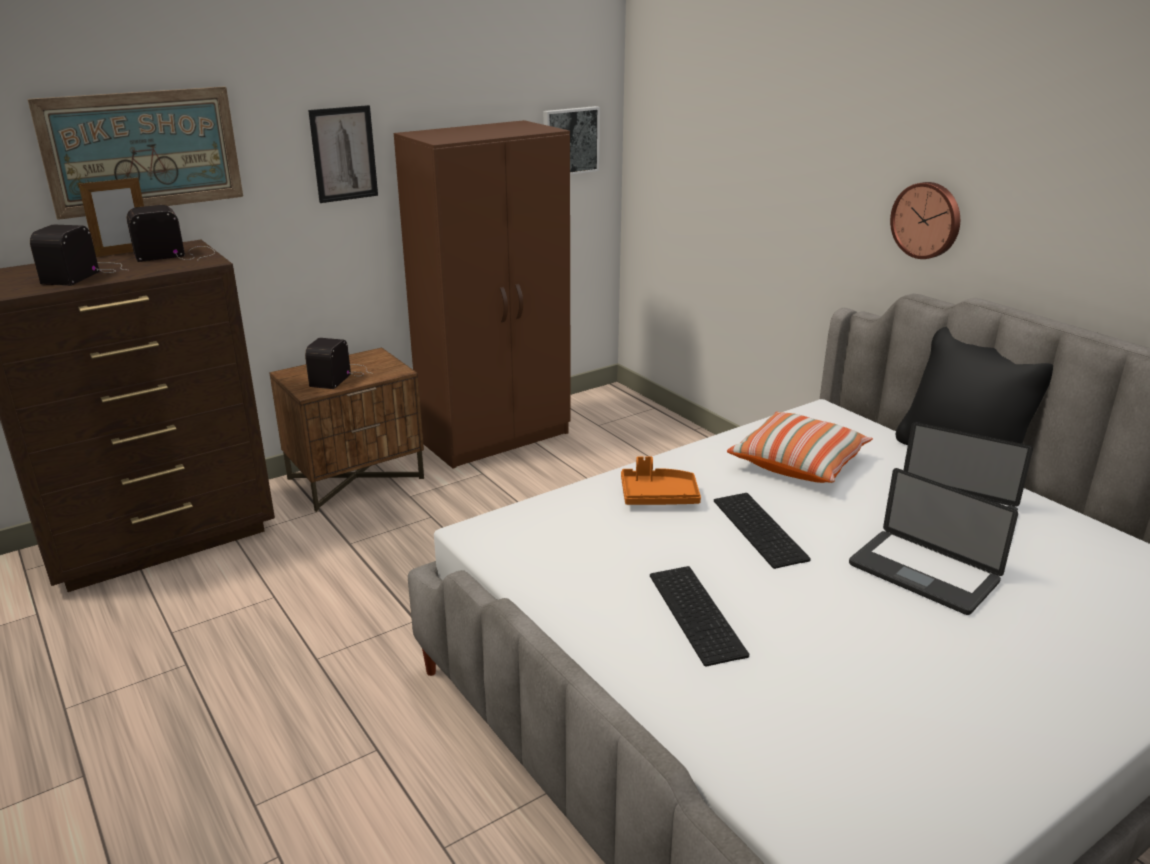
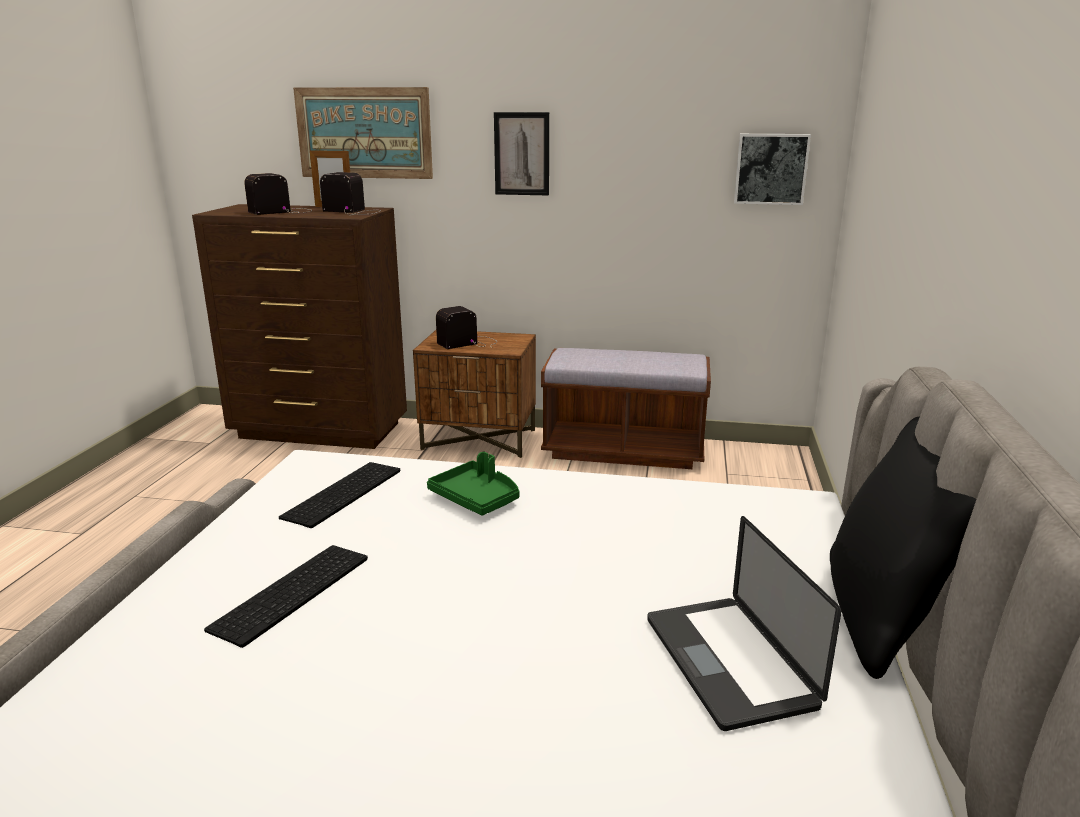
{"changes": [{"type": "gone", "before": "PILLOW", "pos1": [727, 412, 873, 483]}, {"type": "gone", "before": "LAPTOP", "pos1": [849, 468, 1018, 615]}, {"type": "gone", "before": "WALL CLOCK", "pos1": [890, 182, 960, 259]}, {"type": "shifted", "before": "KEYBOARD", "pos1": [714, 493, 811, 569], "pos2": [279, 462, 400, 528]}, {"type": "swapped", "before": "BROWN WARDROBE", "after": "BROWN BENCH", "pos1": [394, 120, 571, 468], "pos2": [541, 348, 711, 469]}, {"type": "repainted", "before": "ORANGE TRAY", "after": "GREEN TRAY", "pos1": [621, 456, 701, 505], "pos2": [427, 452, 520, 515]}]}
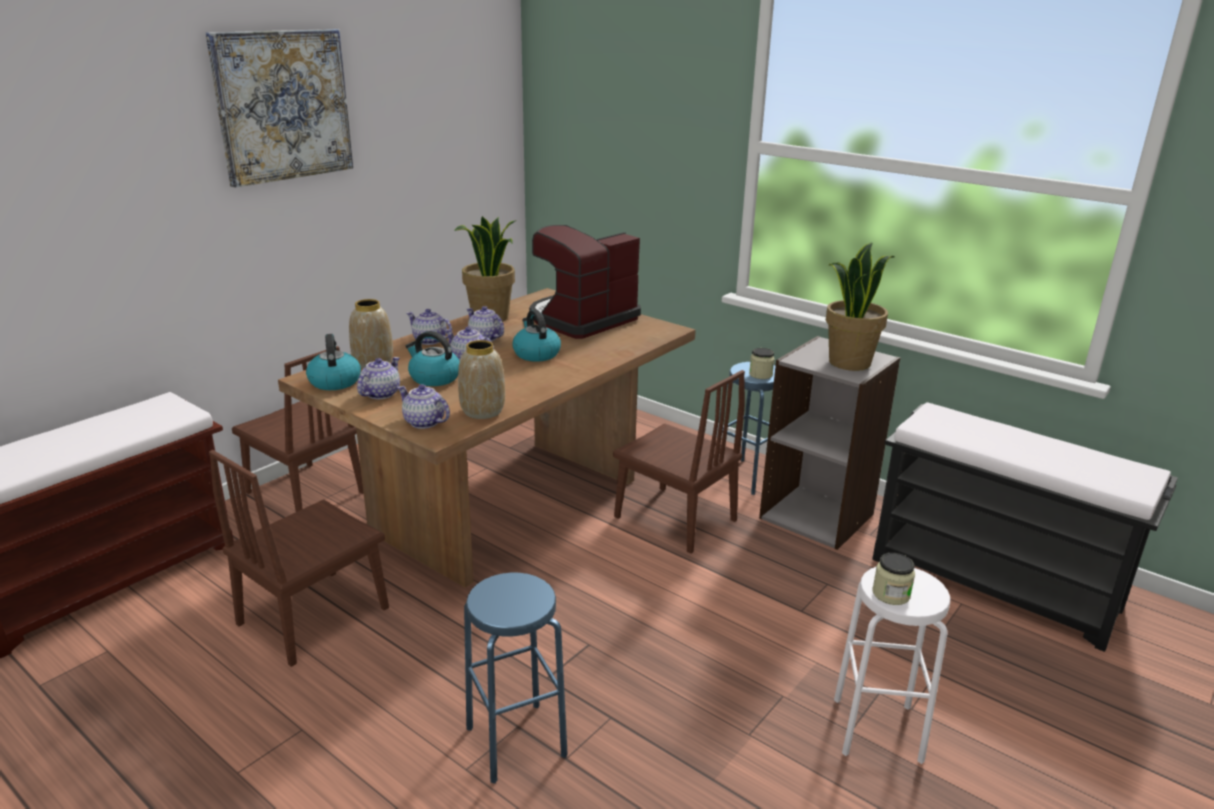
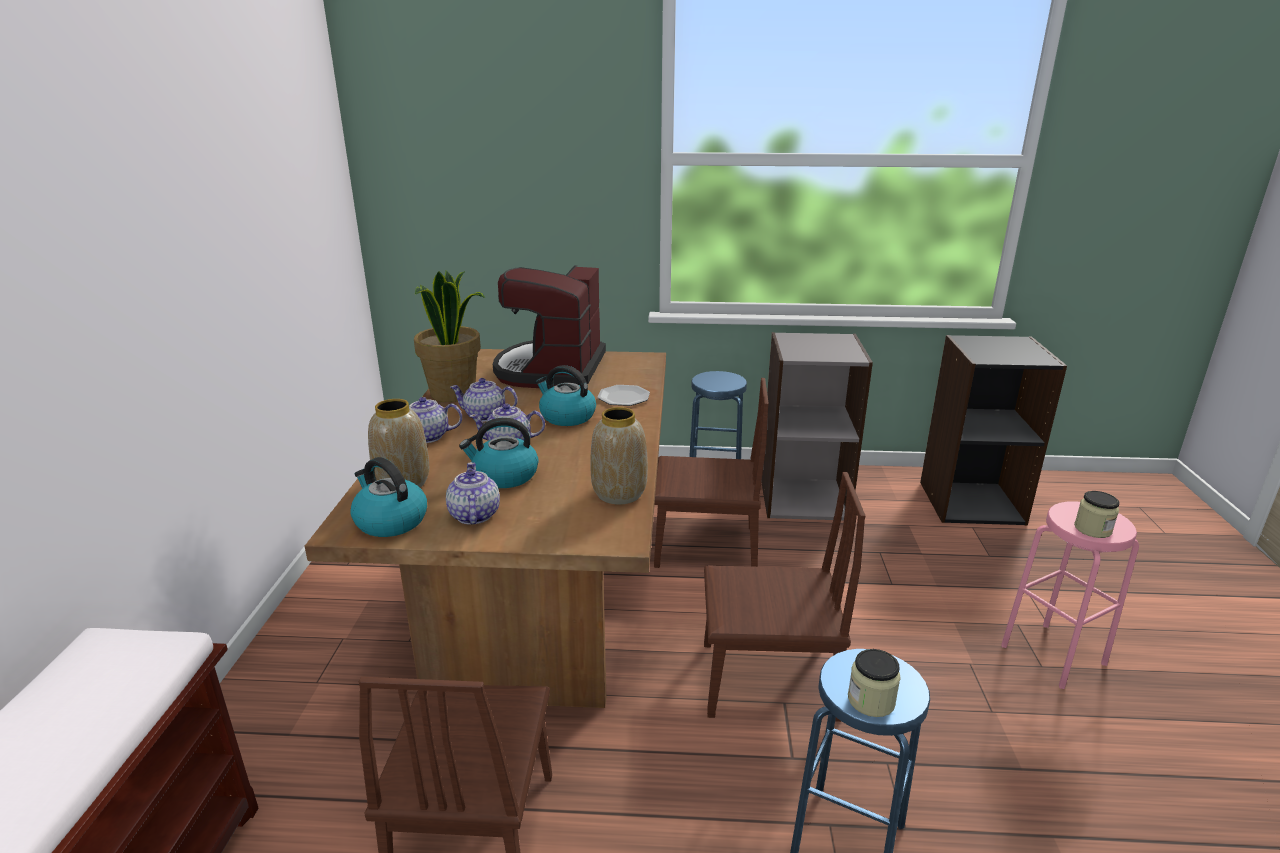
{"changes": [{"type": "gone", "before": "PICTURE", "pos1": [206, 29, 353, 188]}, {"type": "gone", "before": "TEAPOT", "pos1": [397, 384, 450, 429]}, {"type": "gone", "before": "POTTED PLANT", "pos1": [826, 242, 894, 371]}, {"type": "new", "after": "PLATE", "pos2": [597, 385, 650, 406]}, {"type": "shifted", "before": "BROWN CHAIR", "pos1": [232, 346, 364, 512], "pos2": [704, 472, 866, 722]}, {"type": "shifted", "before": "JAR", "pos1": [749, 348, 775, 379], "pos2": [848, 649, 901, 717]}, {"type": "swapped", "before": "BLACK BENCH", "after": "BLACK BOOKCASE", "pos1": [872, 402, 1178, 652], "pos2": [920, 335, 1067, 525]}, {"type": "repainted", "before": "WHITE STOOL", "after": "PINK STOOL", "pos1": [834, 567, 950, 764], "pos2": [1001, 501, 1139, 689]}]}
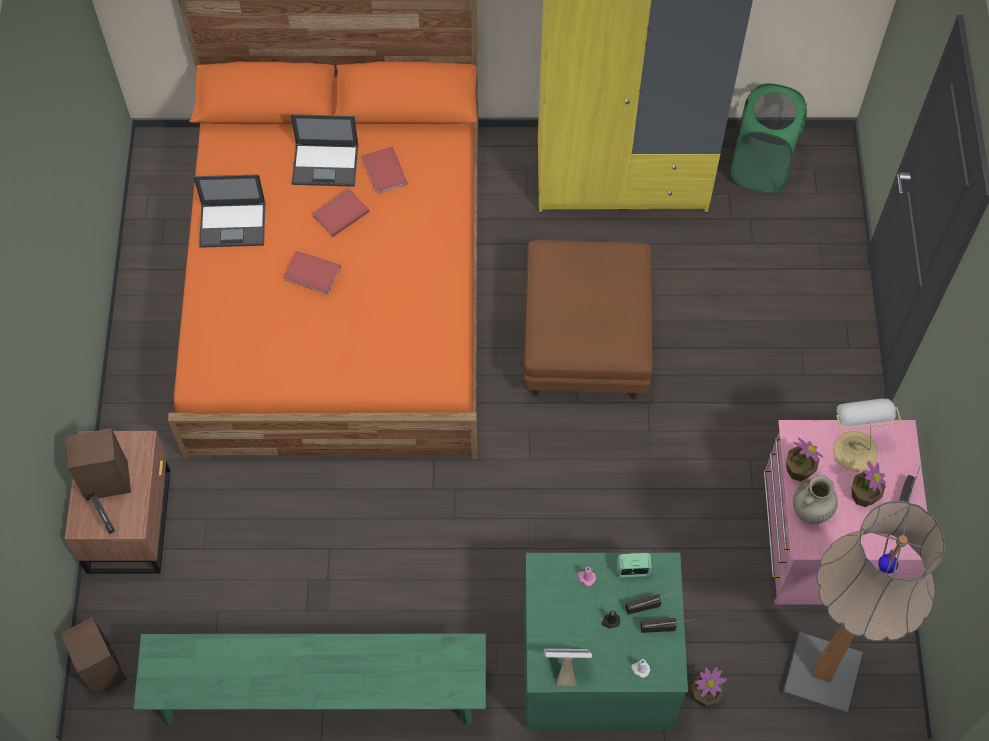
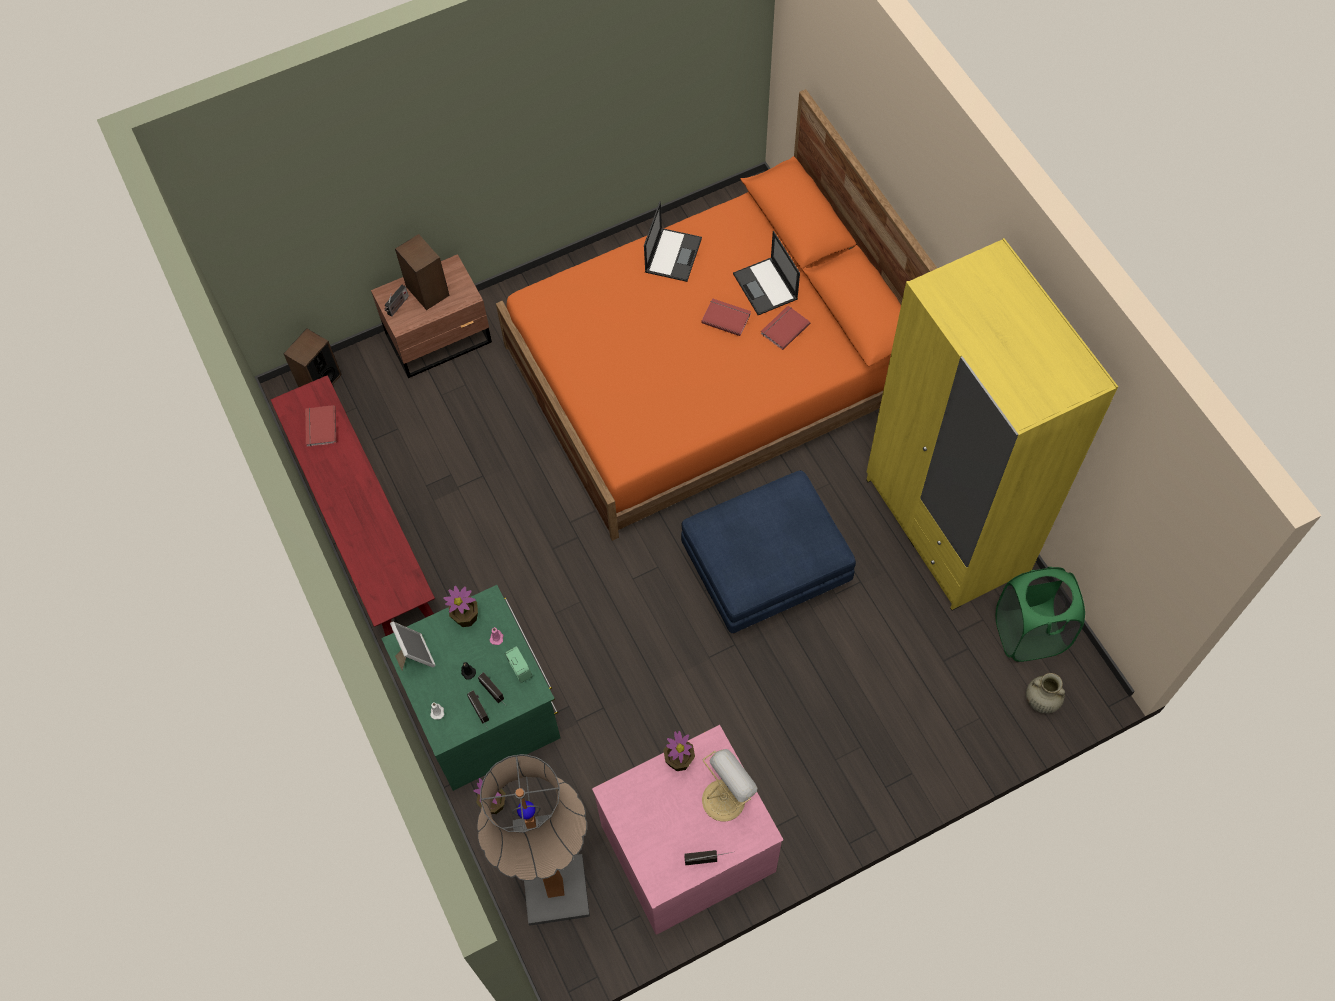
{"changes": [{"type": "shifted", "before": "RED BOOK", "pos1": [284, 251, 341, 294], "pos2": [305, 405, 337, 447]}, {"type": "shifted", "before": "BEIGE VASE", "pos1": [793, 475, 838, 524], "pos2": [1026, 673, 1065, 714]}, {"type": "shifted", "before": "POTTED PLANT", "pos1": [852, 461, 886, 507], "pos2": [443, 586, 478, 627]}, {"type": "repainted", "before": "GREEN BENCH", "after": "RED BENCH", "pos1": [133, 634, 486, 726], "pos2": [270, 375, 435, 636]}, {"type": "repainted", "before": "BROWN OTTOMAN", "after": "BLUE OTTOMAN", "pos1": [523, 240, 653, 400], "pos2": [681, 470, 856, 633]}, {"type": "rotated", "before": "LAPTOP", "pos1": [193, 174, 265, 248], "pos2": [644, 201, 702, 282], "turn": -135}]}
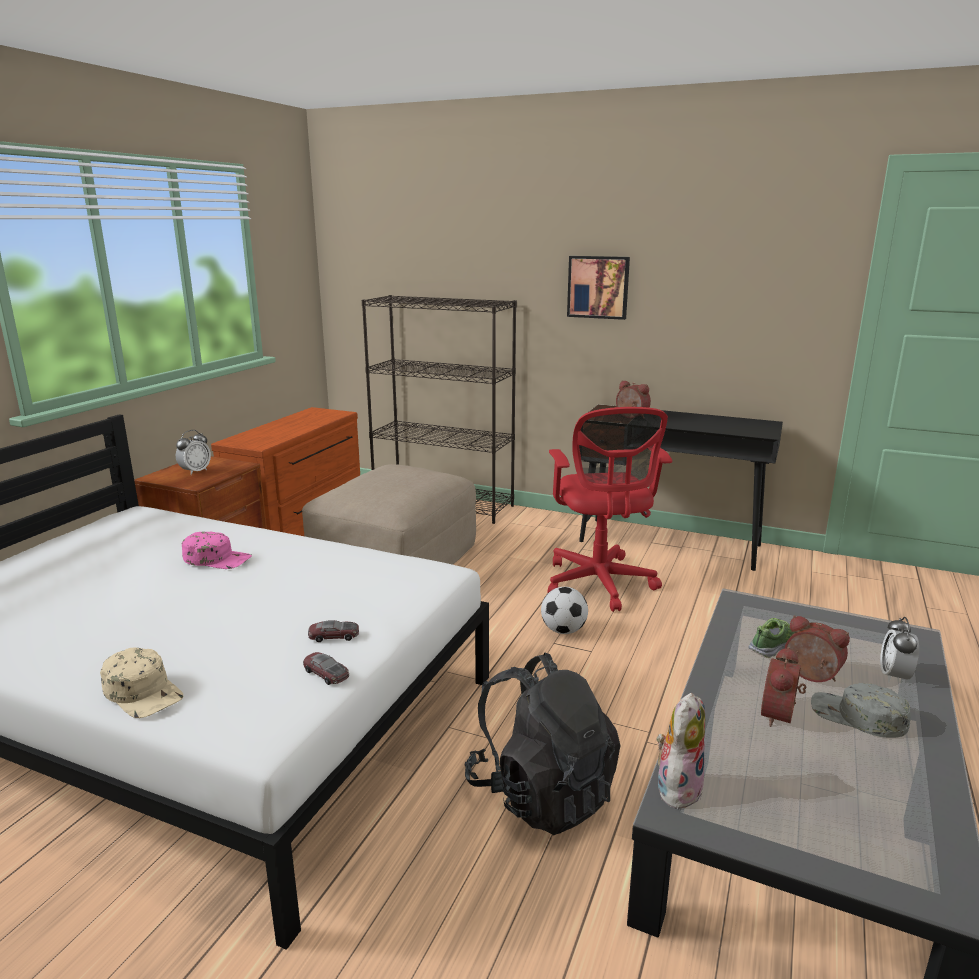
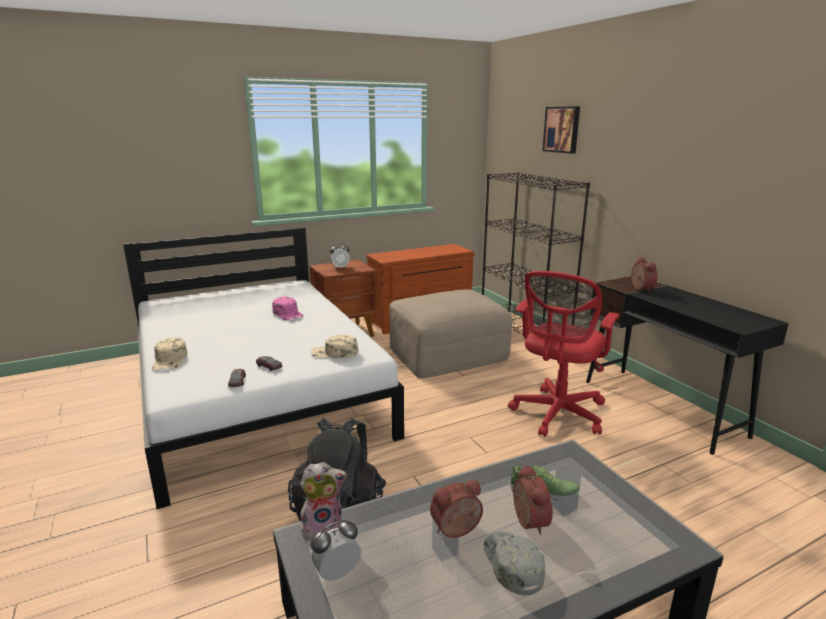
{"changes": [{"type": "gone", "before": "FOOTBALL", "pos1": [541, 587, 588, 634]}, {"type": "new", "after": "BEIGE CAP", "pos2": [311, 335, 358, 358]}, {"type": "shifted", "before": "PICTURE", "pos1": [567, 256, 630, 320], "pos2": [542, 106, 580, 154]}, {"type": "shifted", "before": "ALARM CLOCK", "pos1": [880, 617, 919, 682], "pos2": [311, 520, 361, 581]}]}
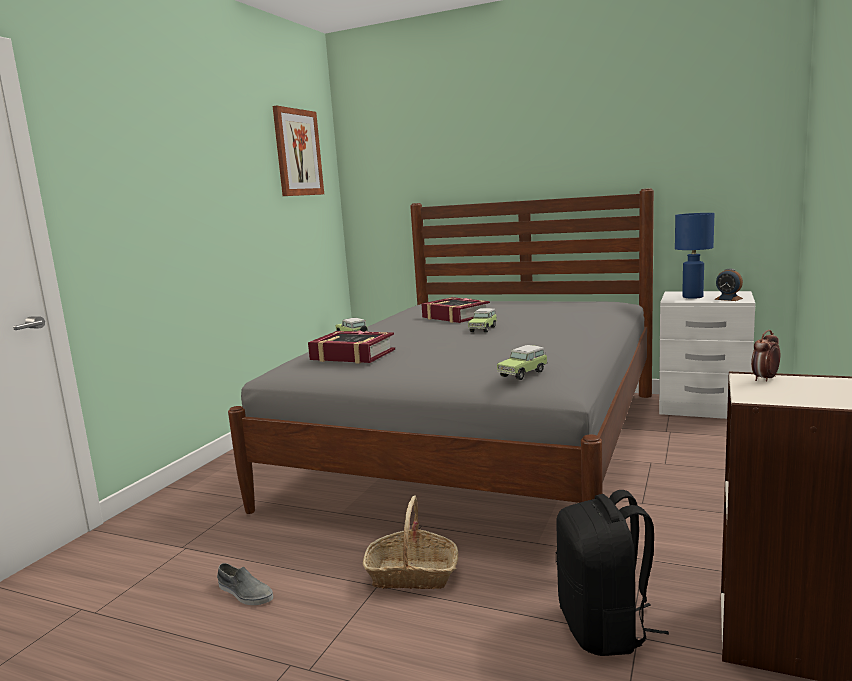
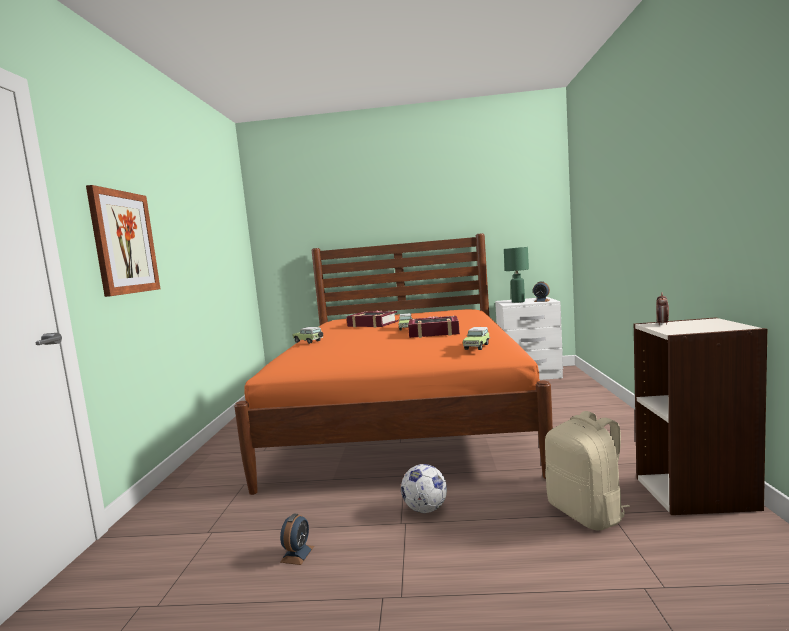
{"changes": [{"type": "shifted", "before": "PICTURE", "pos1": [273, 105, 324, 196], "pos2": [86, 185, 160, 297]}, {"type": "shifted", "before": "BOOK", "pos1": [308, 330, 395, 364], "pos2": [408, 316, 460, 338]}, {"type": "swapped", "before": "GREY SHOE", "after": "ALARM CLOCK", "pos1": [217, 563, 273, 605], "pos2": [280, 514, 314, 565]}, {"type": "swapped", "before": "BASKET", "after": "FOOTBALL", "pos1": [363, 495, 458, 589], "pos2": [401, 464, 447, 513]}, {"type": "repainted", "before": "GREY BED", "after": "ORANGE BED", "pos1": [228, 188, 654, 514], "pos2": [234, 233, 553, 495]}, {"type": "repainted", "before": "BLACK BACKPACK", "after": "BEIGE BACKPACK", "pos1": [555, 490, 669, 656], "pos2": [545, 411, 630, 530]}, {"type": "repainted", "before": "BLUE TABLE LAMP", "after": "GREEN TABLE LAMP", "pos1": [675, 213, 714, 299], "pos2": [504, 247, 529, 303]}]}
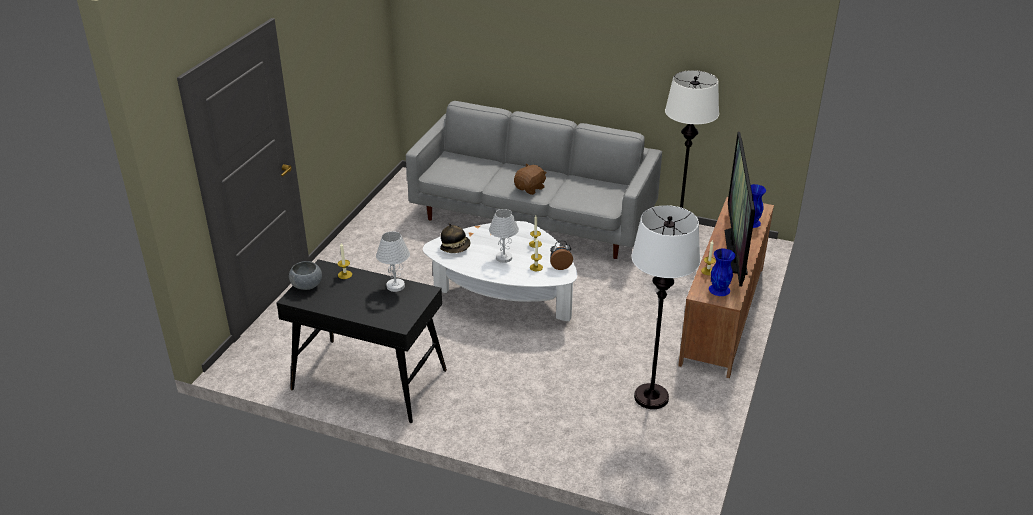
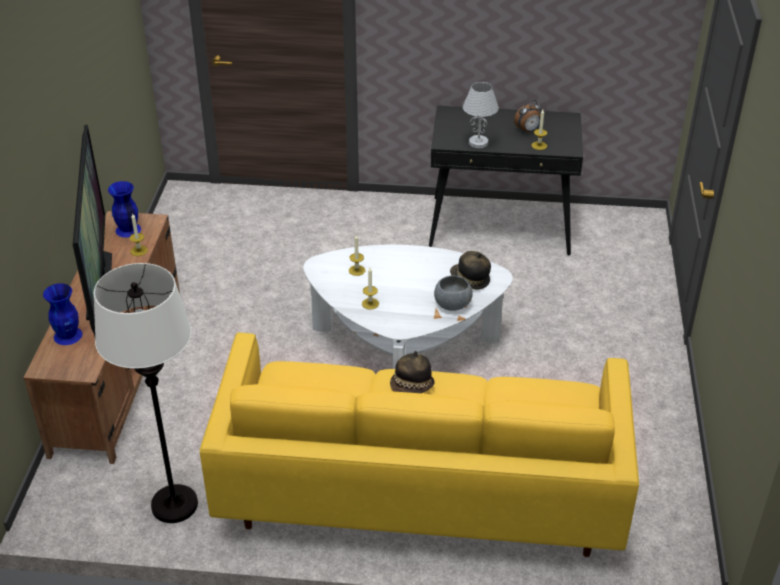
{"changes": [{"type": "gone", "before": "WHITE TABLE LAMP", "pos1": [489, 209, 519, 263]}, {"type": "gone", "before": "WHITE FLOOR LAMP", "pos1": [631, 205, 700, 409]}, {"type": "shifted", "before": "GREY BOWL", "pos1": [289, 261, 322, 290], "pos2": [434, 275, 473, 311]}, {"type": "shifted", "before": "ALARM CLOCK", "pos1": [550, 241, 573, 270], "pos2": [514, 100, 542, 133]}, {"type": "swapped", "before": "BROWN PLUSH TOY", "after": "HAT", "pos1": [514, 164, 547, 195], "pos2": [390, 351, 435, 393]}, {"type": "repainted", "before": "GREY SOFA", "after": "YELLOW SOFA", "pos1": [406, 101, 662, 259], "pos2": [200, 333, 639, 557]}]}
